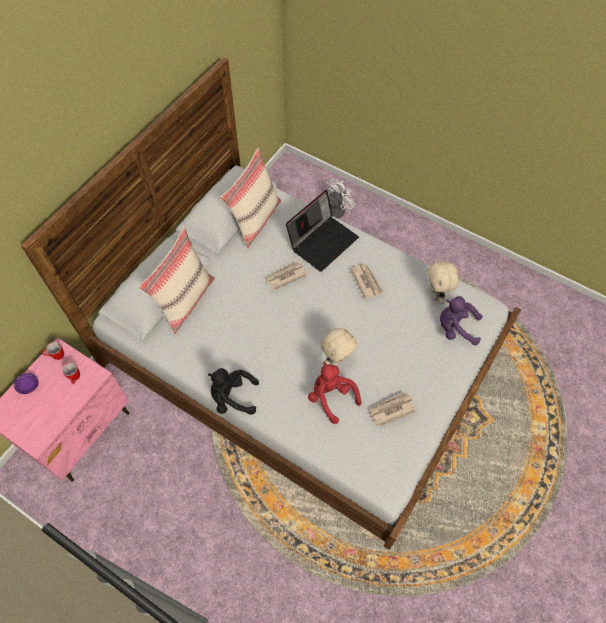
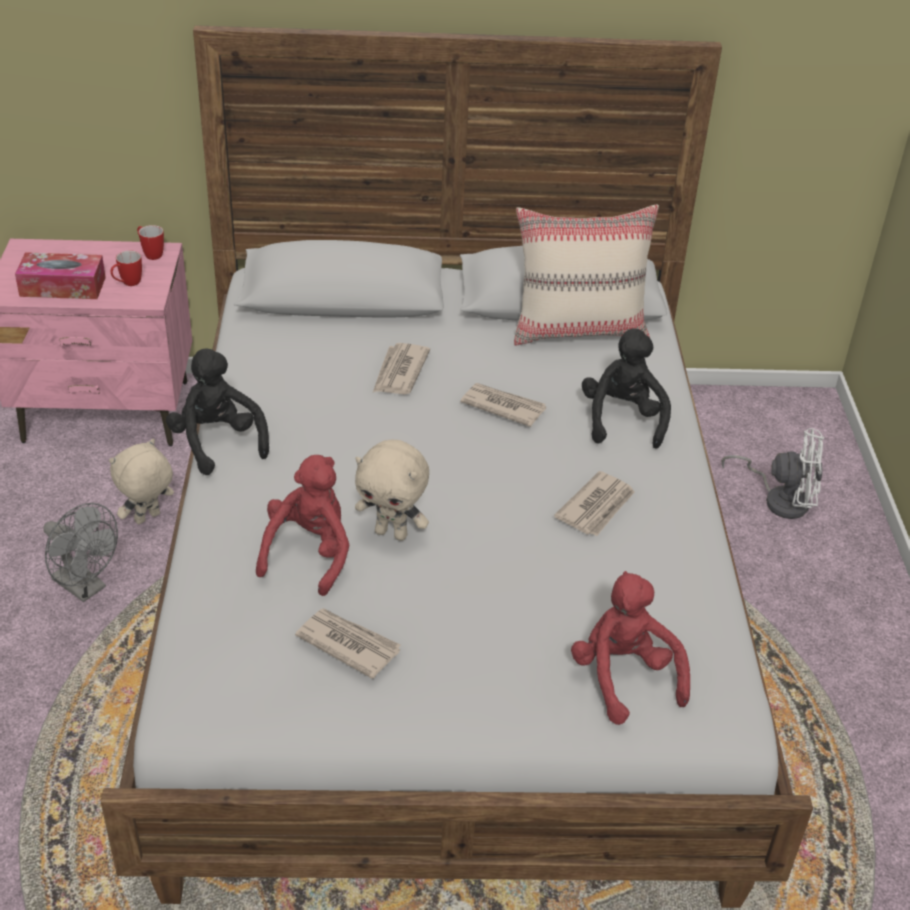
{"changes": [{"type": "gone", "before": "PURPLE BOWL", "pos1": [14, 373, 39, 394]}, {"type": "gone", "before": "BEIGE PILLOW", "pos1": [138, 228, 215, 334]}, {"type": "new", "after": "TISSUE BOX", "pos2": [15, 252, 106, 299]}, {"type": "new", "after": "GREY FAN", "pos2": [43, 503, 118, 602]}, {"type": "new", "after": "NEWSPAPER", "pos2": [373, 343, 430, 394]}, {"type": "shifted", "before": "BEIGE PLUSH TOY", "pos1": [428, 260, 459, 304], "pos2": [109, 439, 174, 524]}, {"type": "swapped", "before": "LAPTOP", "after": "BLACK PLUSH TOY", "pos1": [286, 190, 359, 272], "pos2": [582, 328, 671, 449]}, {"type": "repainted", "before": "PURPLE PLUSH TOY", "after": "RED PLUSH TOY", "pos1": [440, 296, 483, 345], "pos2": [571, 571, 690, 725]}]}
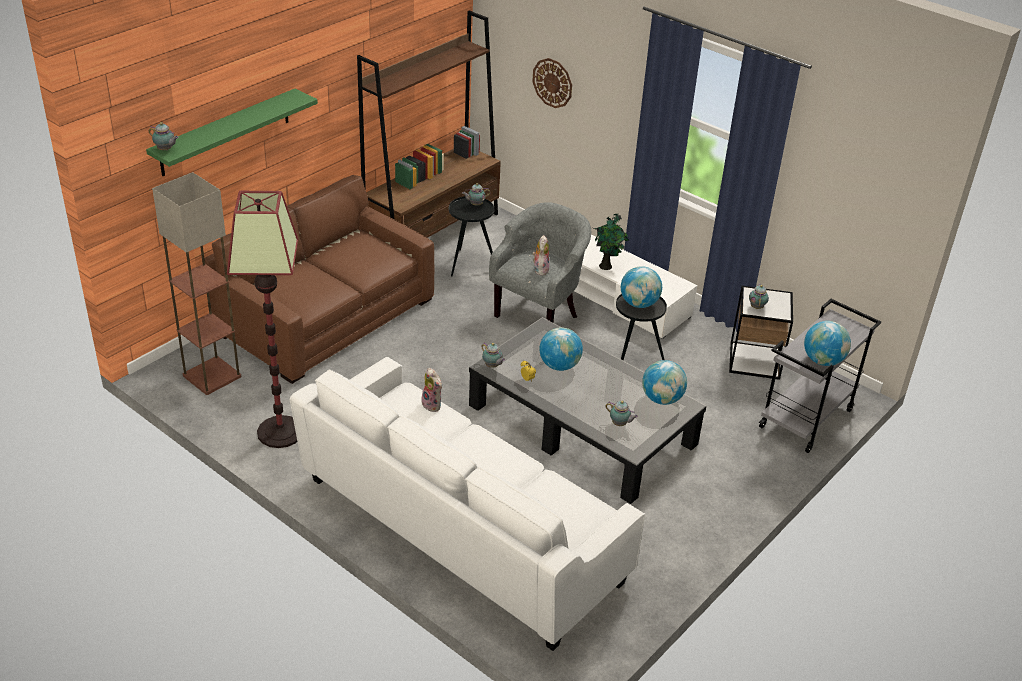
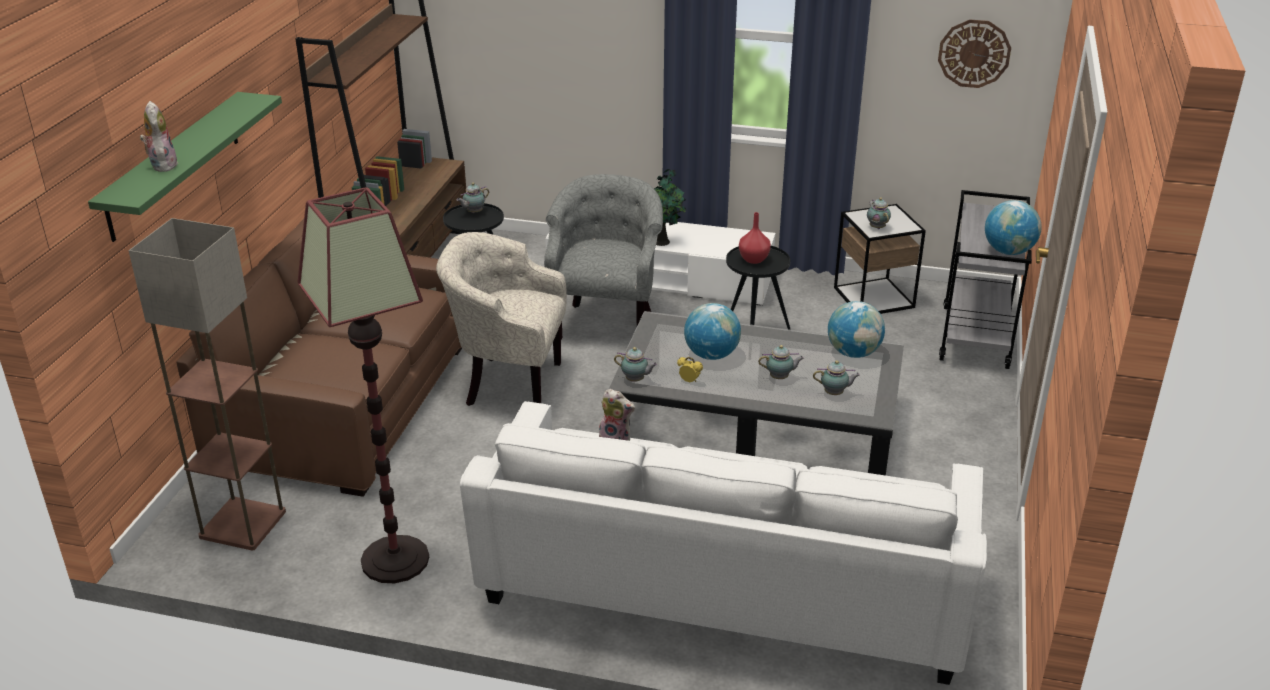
{"changes": [{"type": "new", "after": "BEIGE ARMCHAIR", "pos2": [436, 232, 567, 406]}, {"type": "shifted", "before": "TEAPOT", "pos1": [149, 122, 179, 151], "pos2": [758, 345, 804, 379]}, {"type": "shifted", "before": "WALL CLOCK", "pos1": [532, 58, 572, 108], "pos2": [938, 20, 1011, 88]}, {"type": "shifted", "before": "PLUSH TOY", "pos1": [532, 235, 550, 276], "pos2": [140, 101, 178, 172]}, {"type": "swapped", "before": "GLOBE", "after": "RED VASE", "pos1": [621, 266, 662, 308], "pos2": [739, 212, 771, 264]}]}
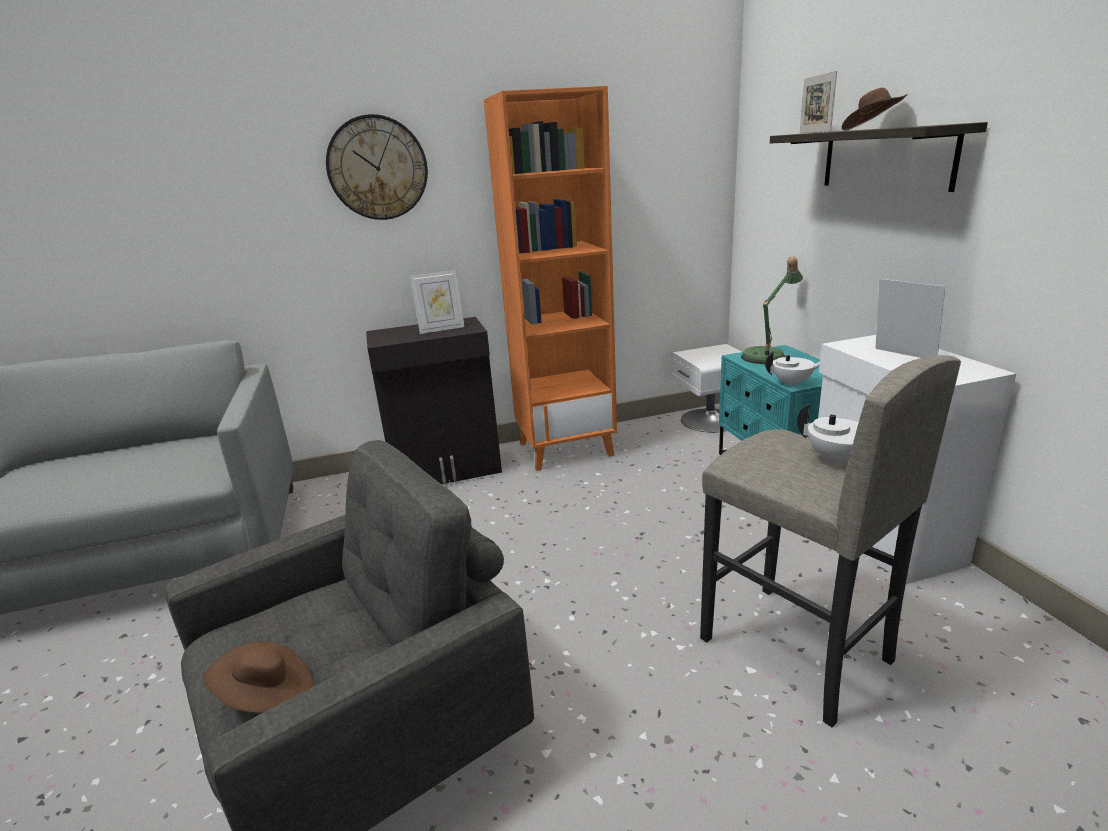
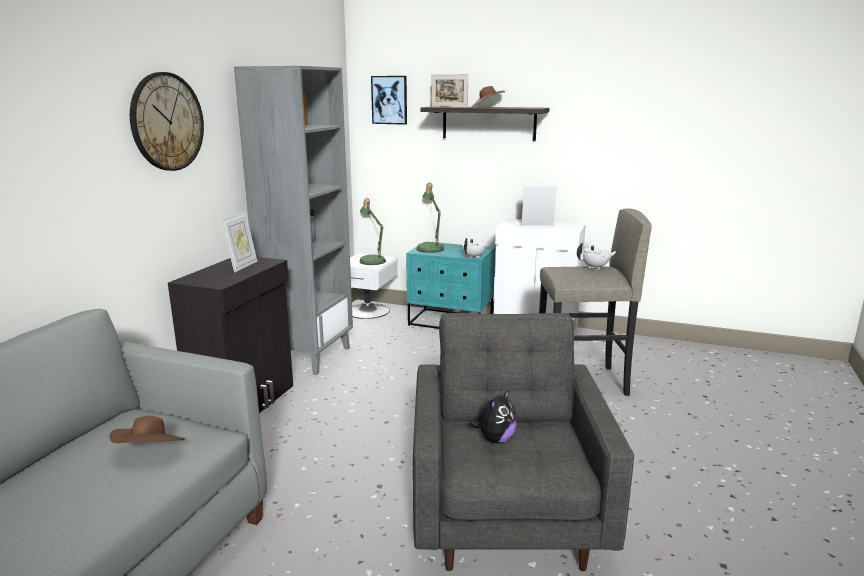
{"changes": [{"type": "new", "after": "TABLE LAMP", "pos2": [359, 198, 386, 265]}, {"type": "new", "after": "PICTURE", "pos2": [371, 76, 407, 125]}, {"type": "new", "after": "PLUSH TOY", "pos2": [470, 389, 517, 443]}, {"type": "shifted", "before": "BROWN HAT", "pos1": [203, 641, 314, 714], "pos2": [110, 416, 185, 443]}, {"type": "repainted", "before": "ORANGE BOOKCASE", "after": "GREY BOOKCASE", "pos1": [484, 86, 617, 471], "pos2": [234, 66, 353, 375]}]}
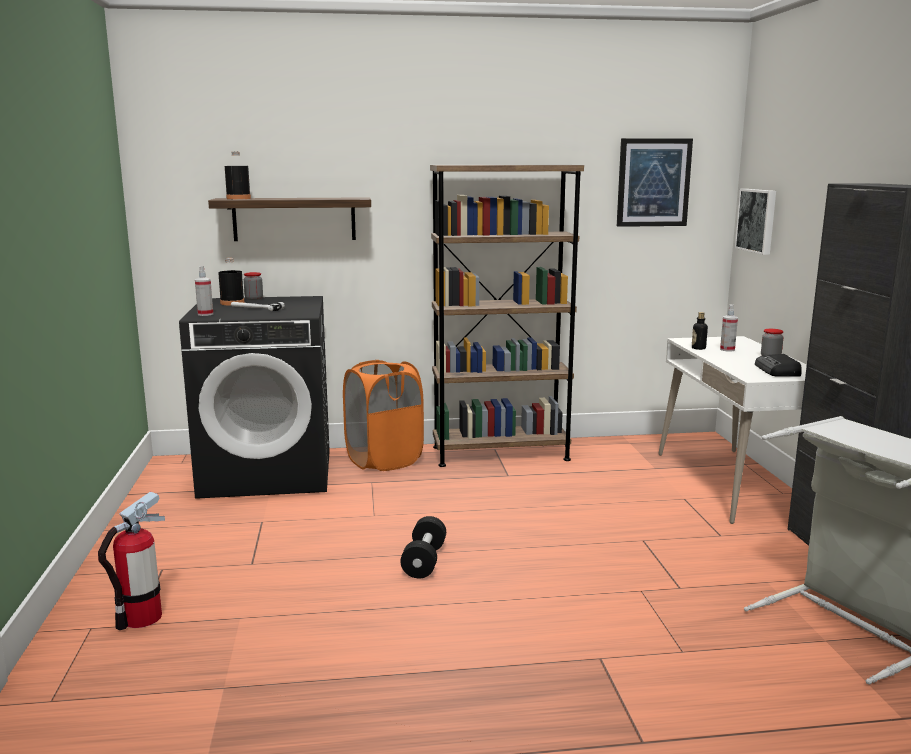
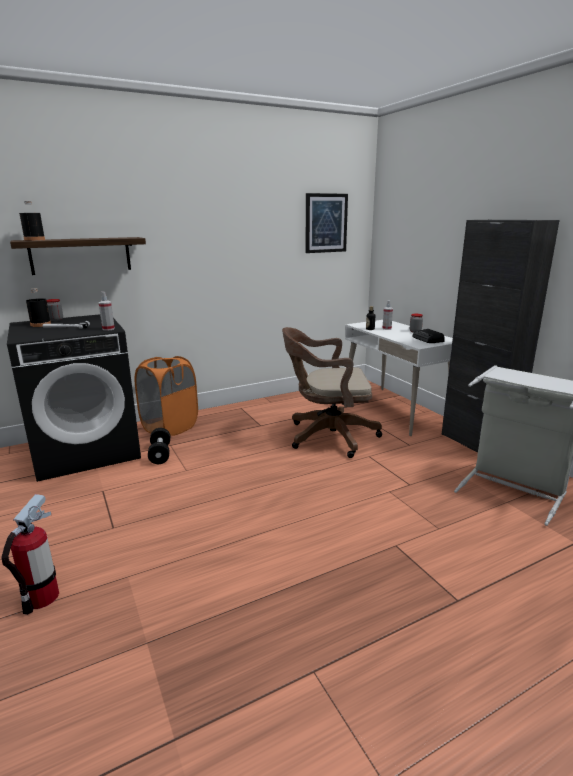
{"changes": [{"type": "gone", "before": "BROWN BOOKCASE", "pos1": [430, 165, 584, 467]}, {"type": "gone", "before": "PICTURE", "pos1": [734, 189, 776, 255]}, {"type": "new", "after": "BROWN OFFICE CHAIR", "pos2": [282, 327, 382, 458]}, {"type": "shifted", "before": "SPRAY BOTTLE", "pos1": [195, 266, 213, 316], "pos2": [99, 292, 115, 331]}, {"type": "shifted", "before": "BLACK DUMBBELL", "pos1": [400, 516, 446, 578], "pos2": [148, 428, 170, 464]}]}
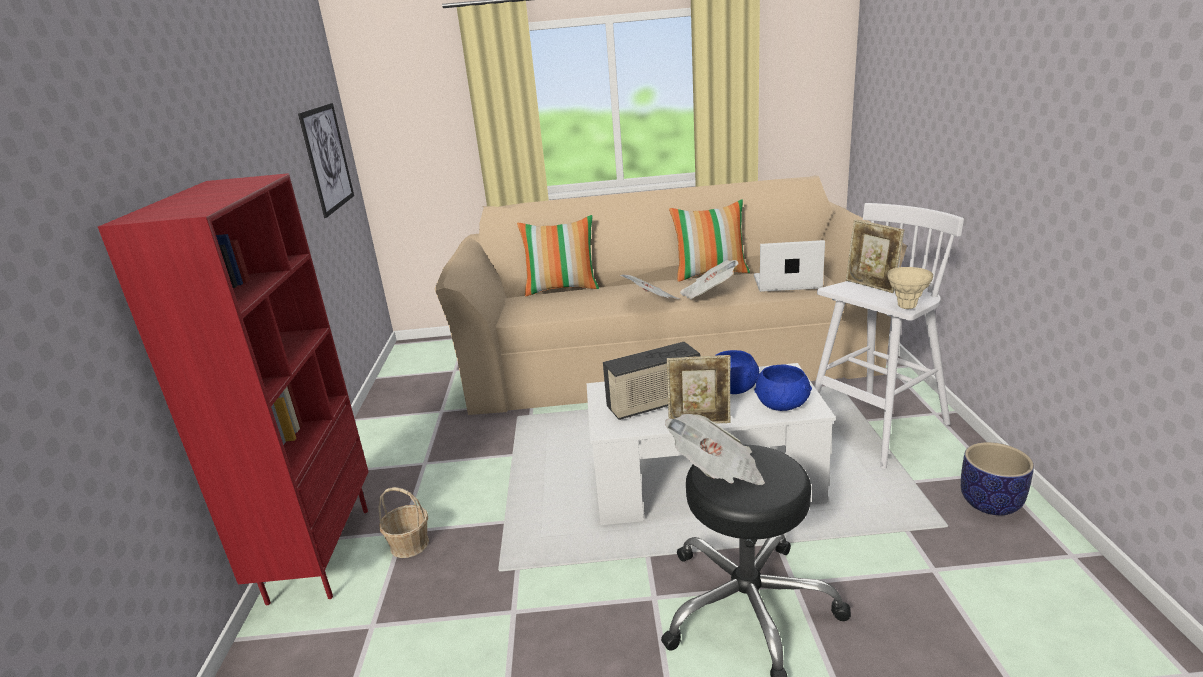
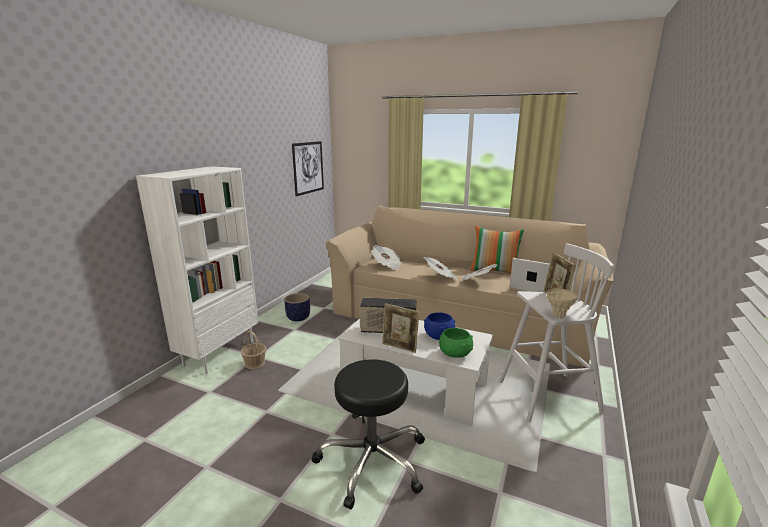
{"changes": [{"type": "gone", "before": "PILLOW", "pos1": [517, 215, 599, 297]}, {"type": "shifted", "before": "NEWSPAPER", "pos1": [665, 414, 765, 485], "pos2": [371, 245, 403, 270]}, {"type": "shifted", "before": "PLANTER", "pos1": [961, 442, 1034, 515], "pos2": [284, 293, 310, 321]}, {"type": "repainted", "before": "RED BOOKCASE", "after": "WHITE BOOKCASE", "pos1": [98, 173, 369, 606], "pos2": [136, 166, 258, 374]}, {"type": "repainted", "before": "BLUE BOWL", "after": "GREEN BOWL", "pos1": [754, 365, 812, 411], "pos2": [439, 328, 473, 358]}]}
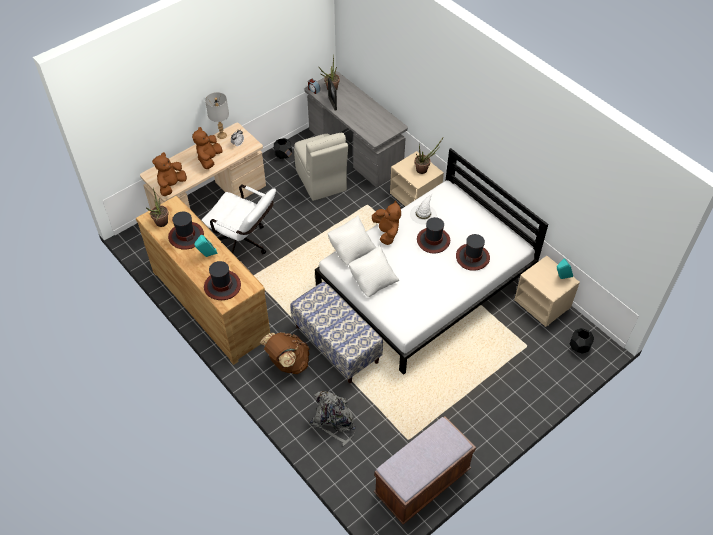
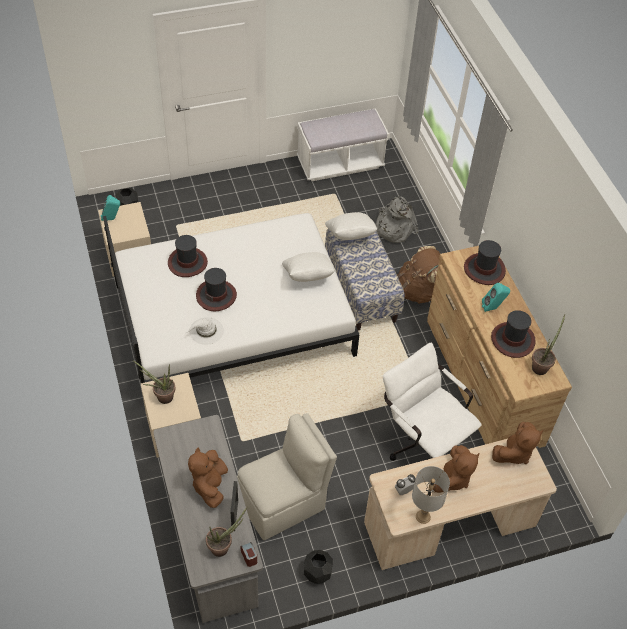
{"changes": [{"type": "shifted", "before": "WHITE PILLOW", "pos1": [327, 215, 377, 265], "pos2": [325, 212, 377, 240]}, {"type": "shifted", "before": "BROWN PLUSH TOY", "pos1": [372, 200, 401, 245], "pos2": [188, 448, 228, 508]}, {"type": "repainted", "before": "BROWN BENCH", "after": "WHITE BENCH", "pos1": [374, 416, 476, 525], "pos2": [297, 108, 389, 181]}, {"type": "rotated", "before": "BEIGE CHAIR", "pos1": [294, 133, 348, 201], "pos2": [237, 413, 337, 540], "turn": 60}]}
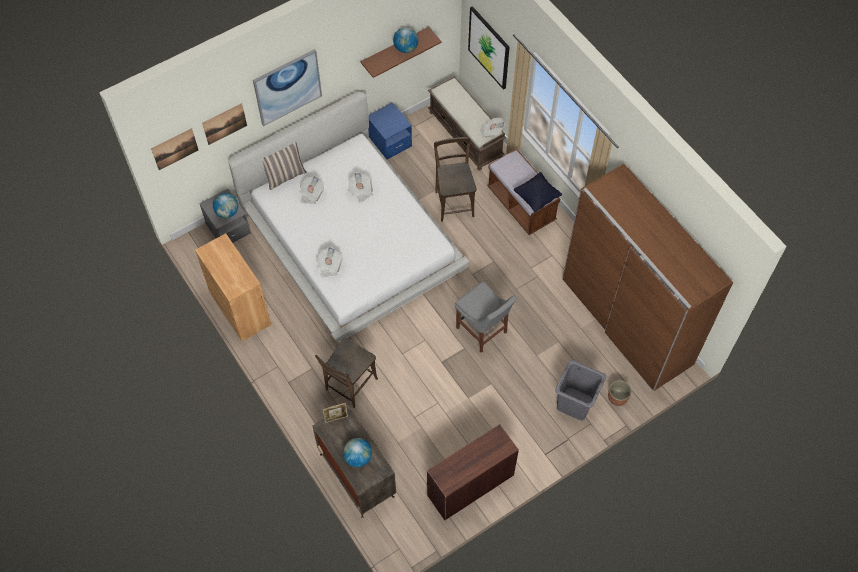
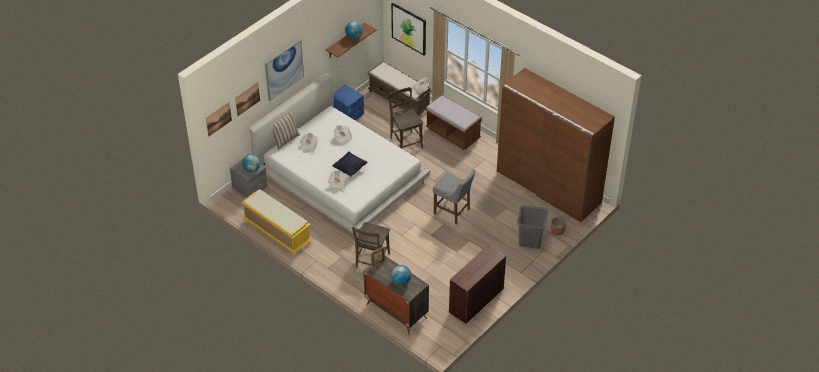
{"changes": [{"type": "shifted", "before": "BLACK PILLOW", "pos1": [514, 172, 562, 212], "pos2": [332, 151, 368, 177]}, {"type": "swapped", "before": "BROWN CABINET", "after": "YELLOW BENCH", "pos1": [195, 233, 271, 341], "pos2": [241, 190, 312, 256]}]}
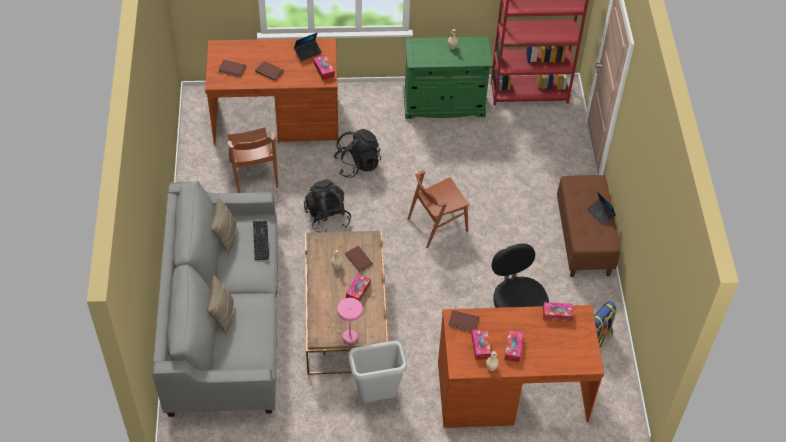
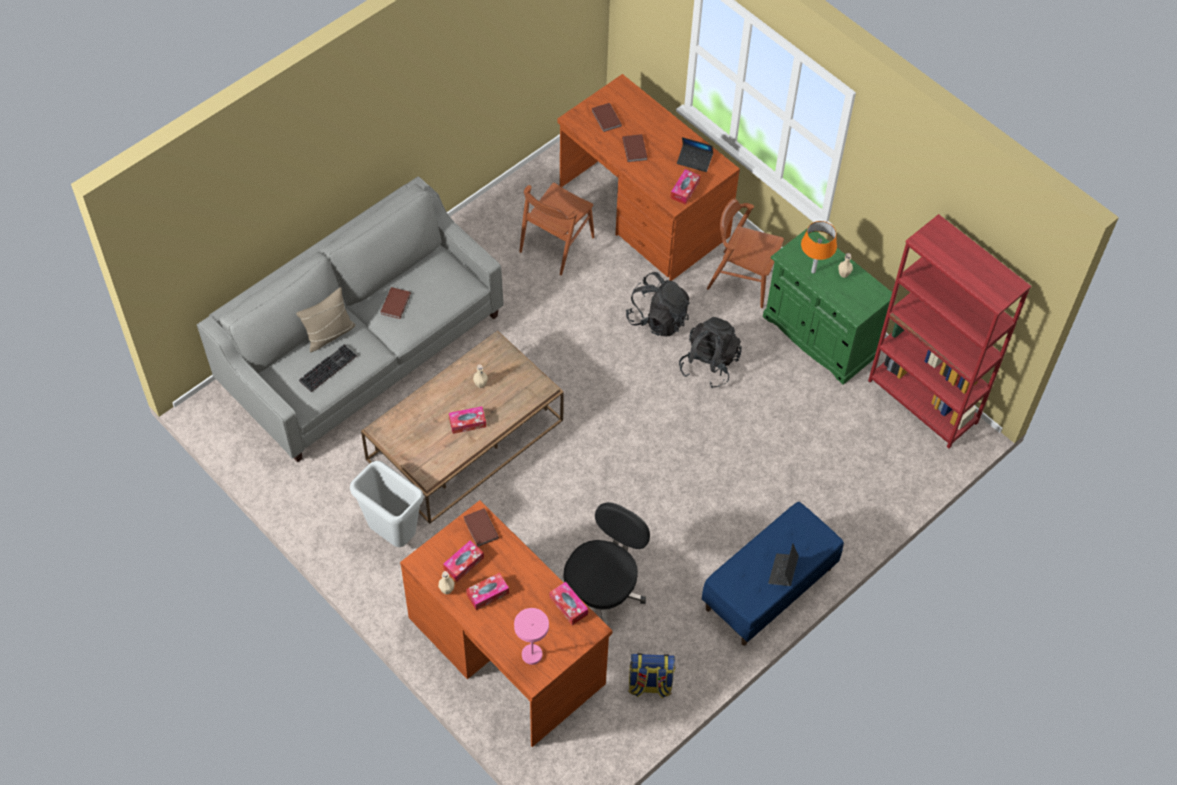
{"changes": [{"type": "gone", "before": "BEIGE PILLOW", "pos1": [211, 197, 237, 254]}, {"type": "new", "after": "ORANGE TABLE LAMP", "pos2": [801, 221, 837, 273]}, {"type": "shifted", "before": "KEYBOARD", "pos1": [253, 220, 269, 260], "pos2": [299, 344, 357, 392]}, {"type": "shifted", "before": "BLACK BACKPACK", "pos1": [304, 179, 351, 232], "pos2": [679, 317, 742, 388]}, {"type": "shifted", "before": "PINK TABLE LAMP", "pos1": [328, 298, 363, 344], "pos2": [514, 608, 549, 665]}, {"type": "shifted", "before": "BROWN BOOK", "pos1": [345, 246, 373, 272], "pos2": [381, 287, 411, 319]}, {"type": "shifted", "before": "BROWN CHAIR", "pos1": [407, 170, 470, 248], "pos2": [707, 199, 784, 308]}, {"type": "repainted", "before": "BROWN BENCH", "after": "BLUE BENCH", "pos1": [557, 175, 620, 277], "pos2": [702, 502, 844, 646]}]}
